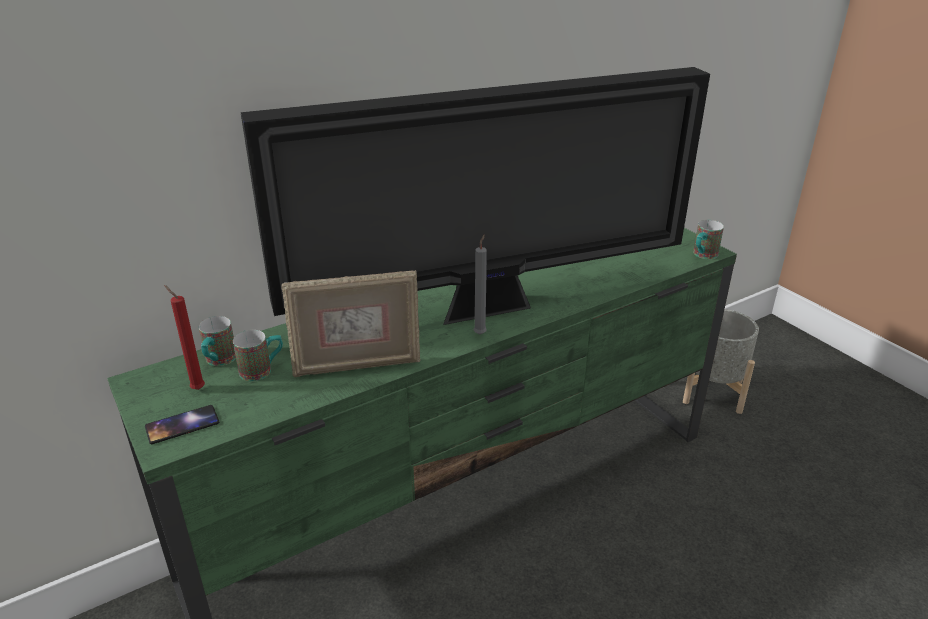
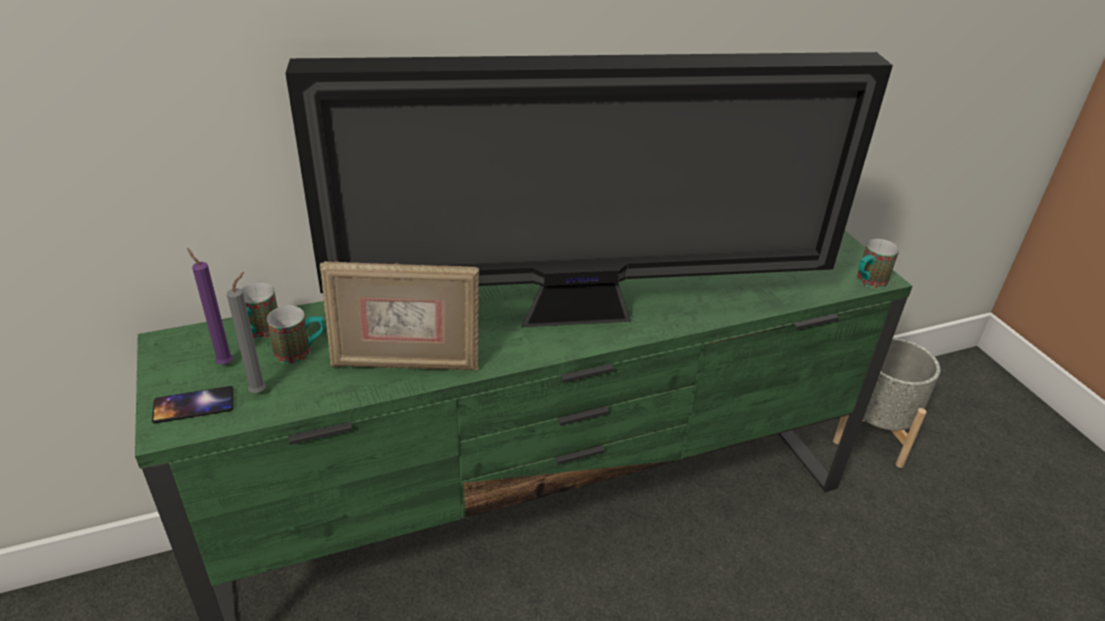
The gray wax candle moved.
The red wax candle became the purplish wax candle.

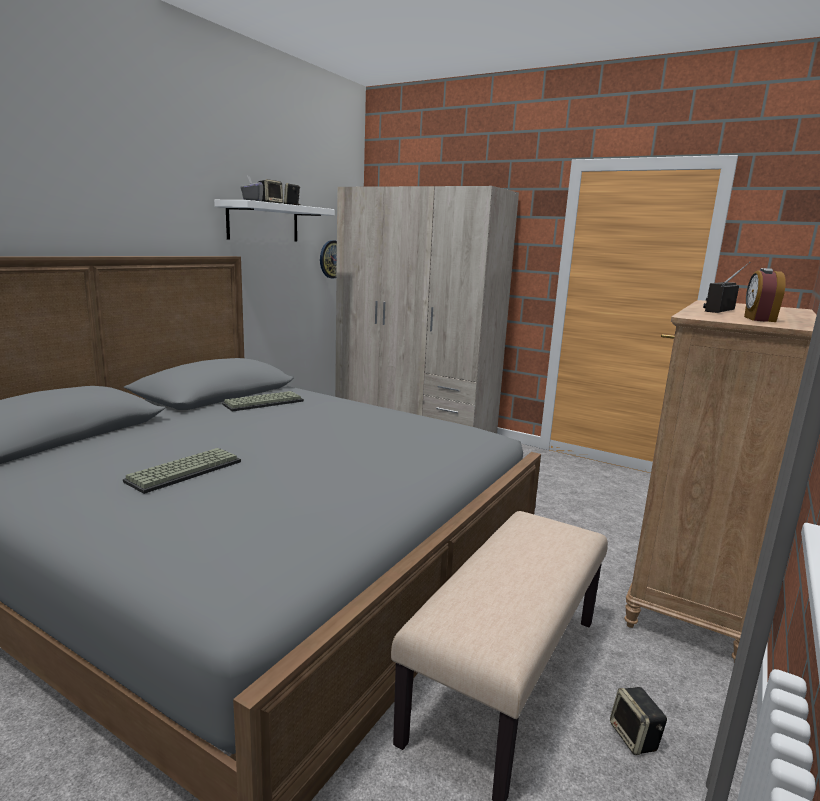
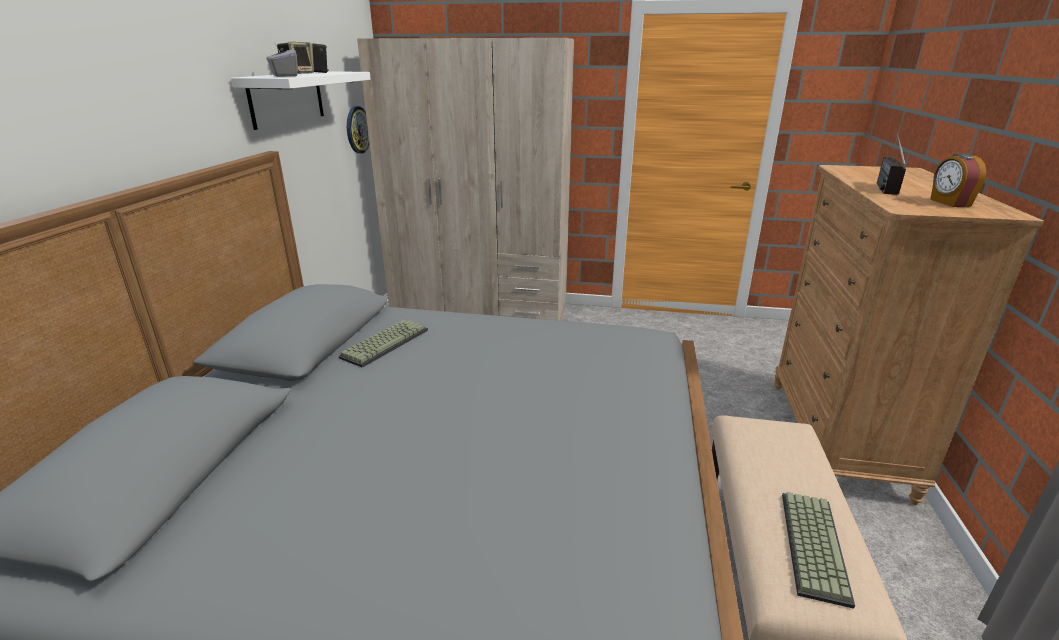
The audio speaker (3rd from left) disappeared.
The PC keyboard (1st from left in the first image) moved.

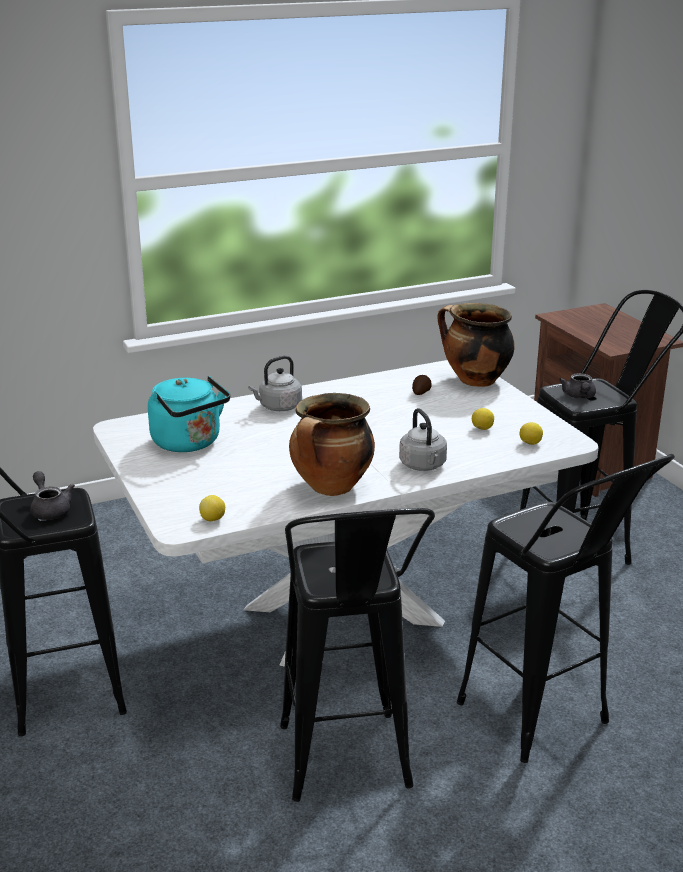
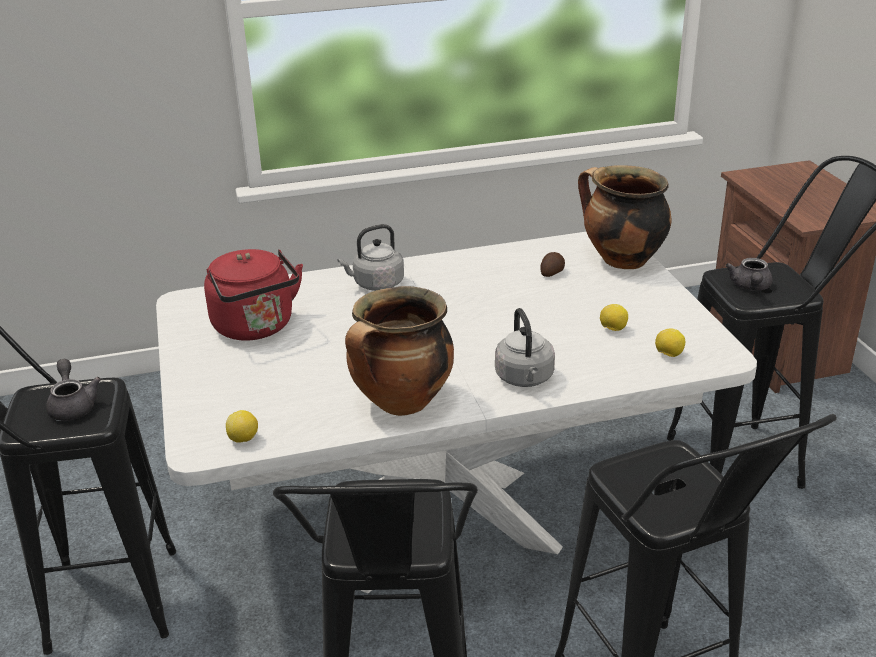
The turquoise kettle became the red kettle.

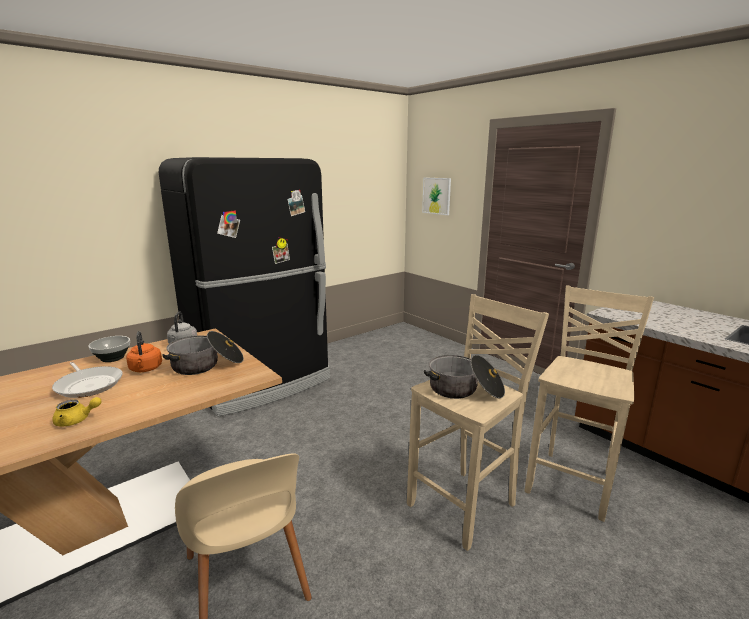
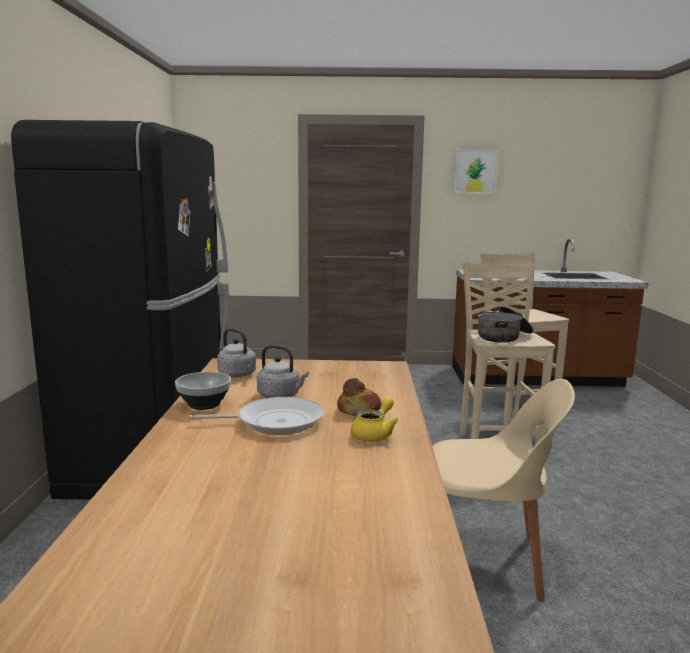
The saucepot (1st from left) disappeared.
The bread appeared.
The wall art moved.
The orange-coloured kettle became the gray kettle (2nd from left).

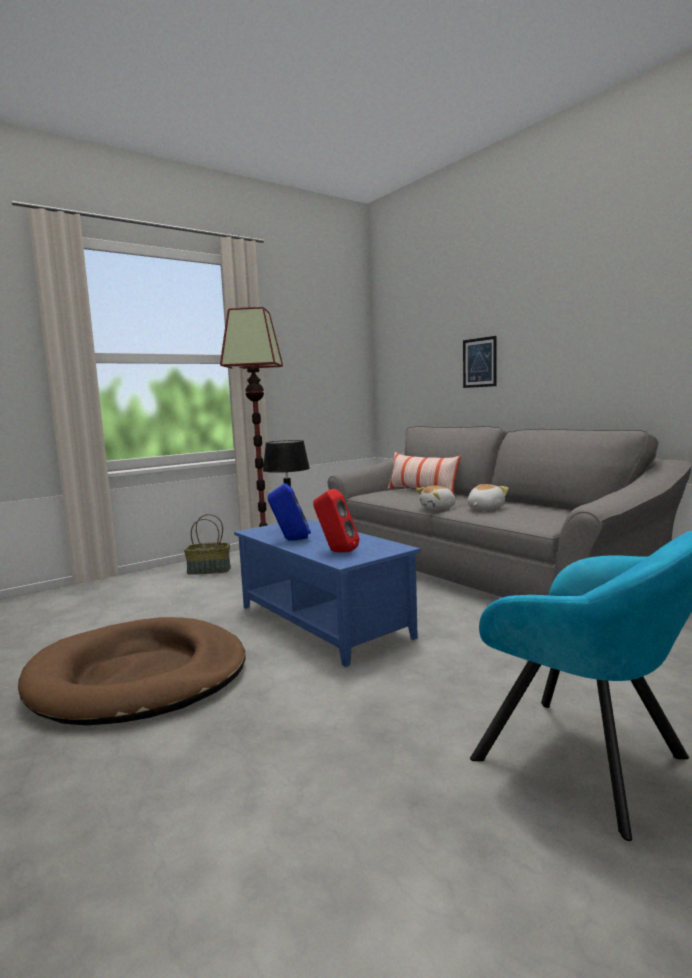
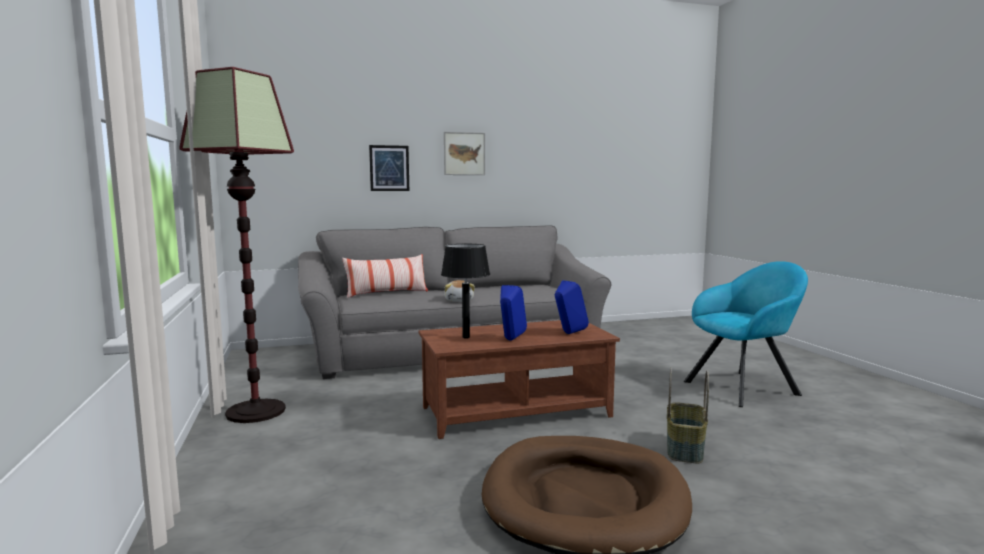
The soft toy (2nd from left) disappeared.
The wall art (2nd from left) appeared.
The basket moved.
The blue coffee table became the brown coffee table.
The red audio speaker became the blue audio speaker (2nd from left).

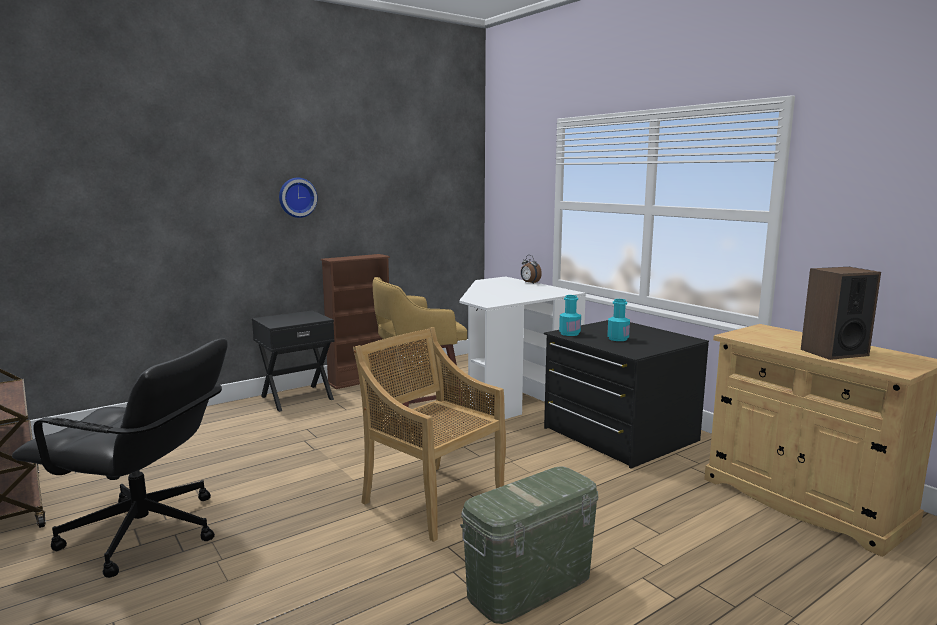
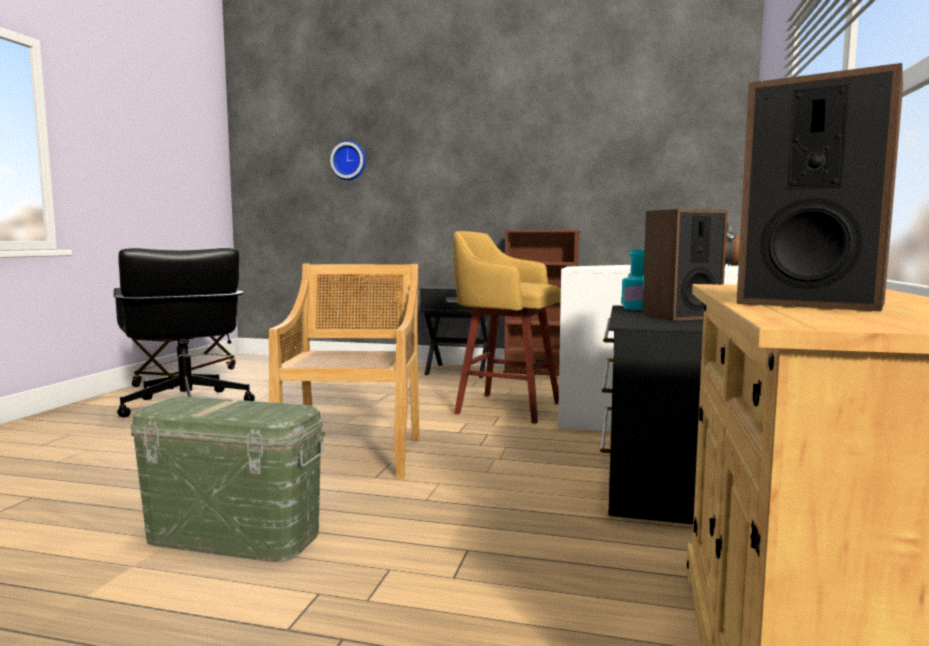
The hanging clock moved.
The turquoise beverage bottle (2nd from left) was replaced by the audio speaker (1st from left).

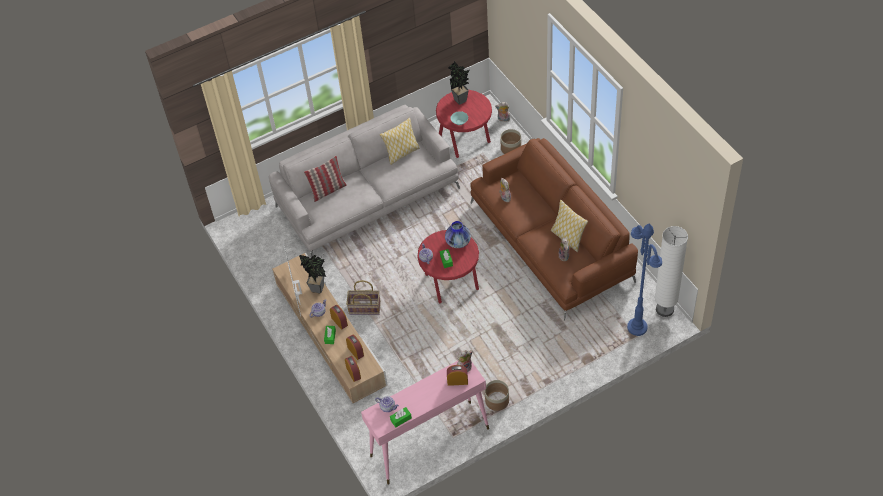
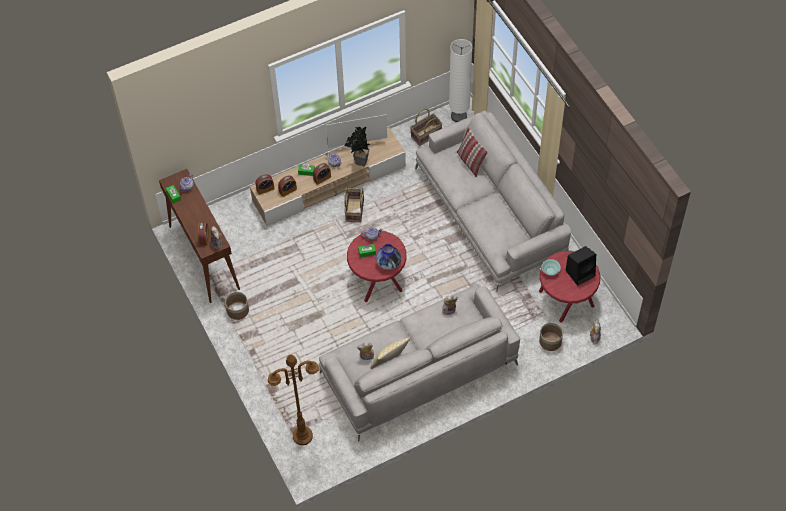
The cushion (2nd from left) disappeared.
The basket (2nd from left) appeared.
The white standing lamp moved.
The potted plant (2nd from left) was replaced by the black-coloured audio speaker.
The pink-coloured console table became the brown console table.
The brown sofa became the gray sofa (1st from left).
The blue standing lamp became the brown standing lamp.

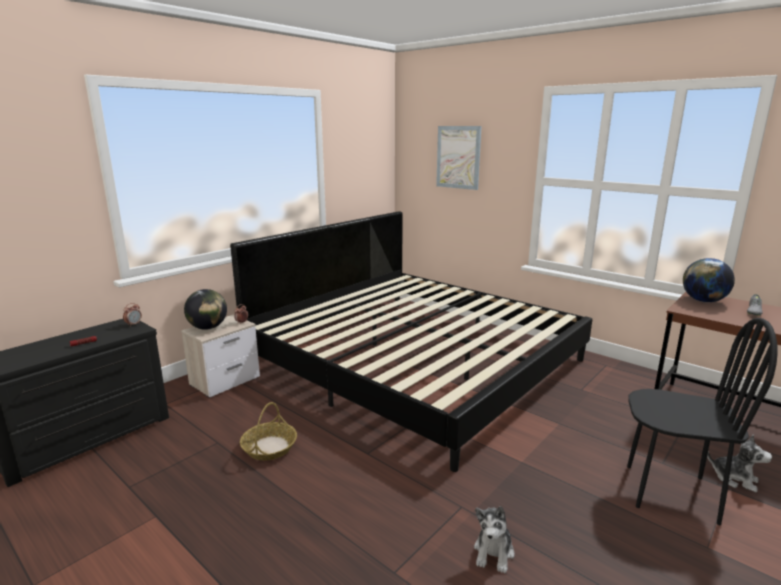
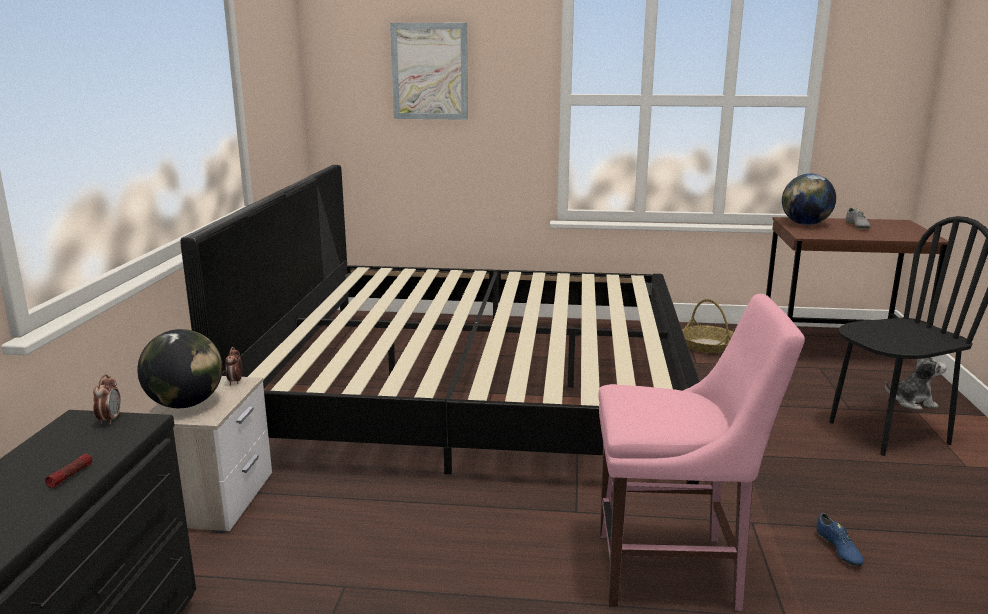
The pink-coloured upright chair appeared.
The basket moved.
The soft toy (1st from left) was replaced by the blue low shoe.

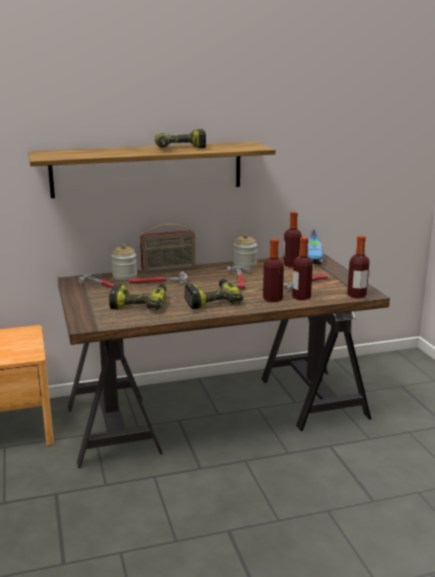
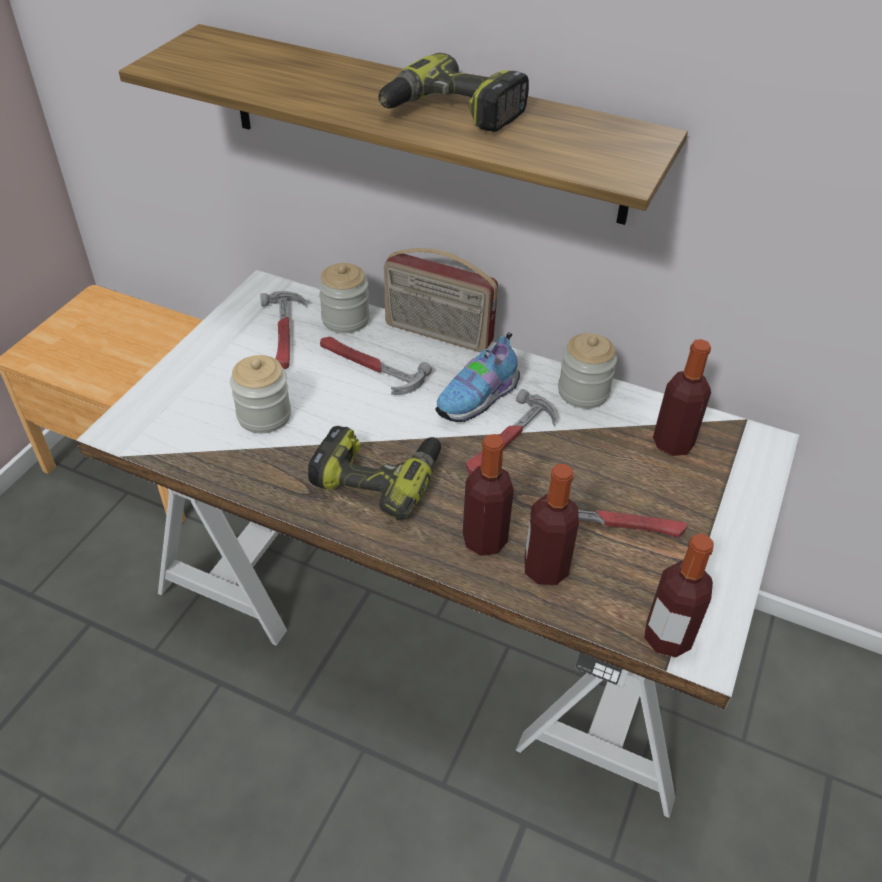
The low shoe moved.
The electric drill (1st from left) was replaced by the storage jar (1st from left).
The brown desk became the white desk.

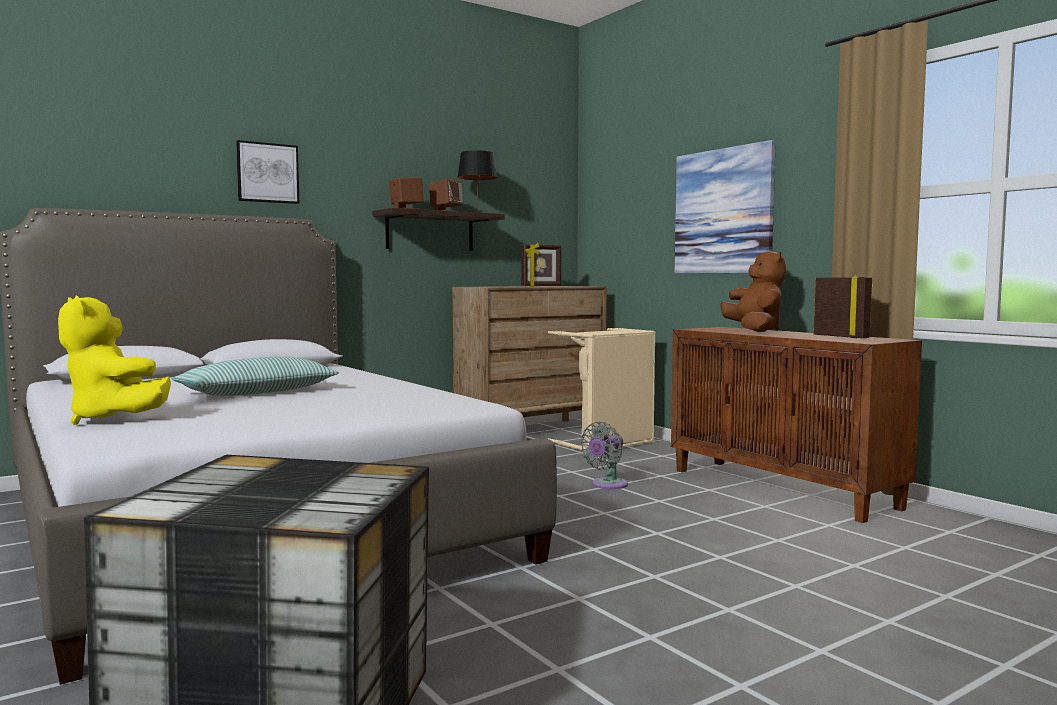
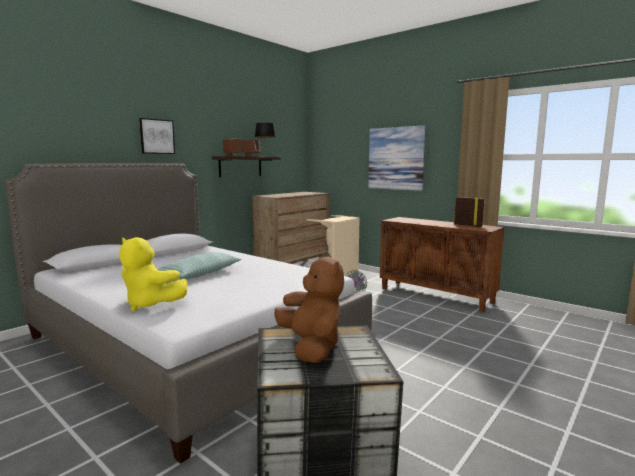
The photo frame (1st from left) disappeared.
The brown soft toy moved.

